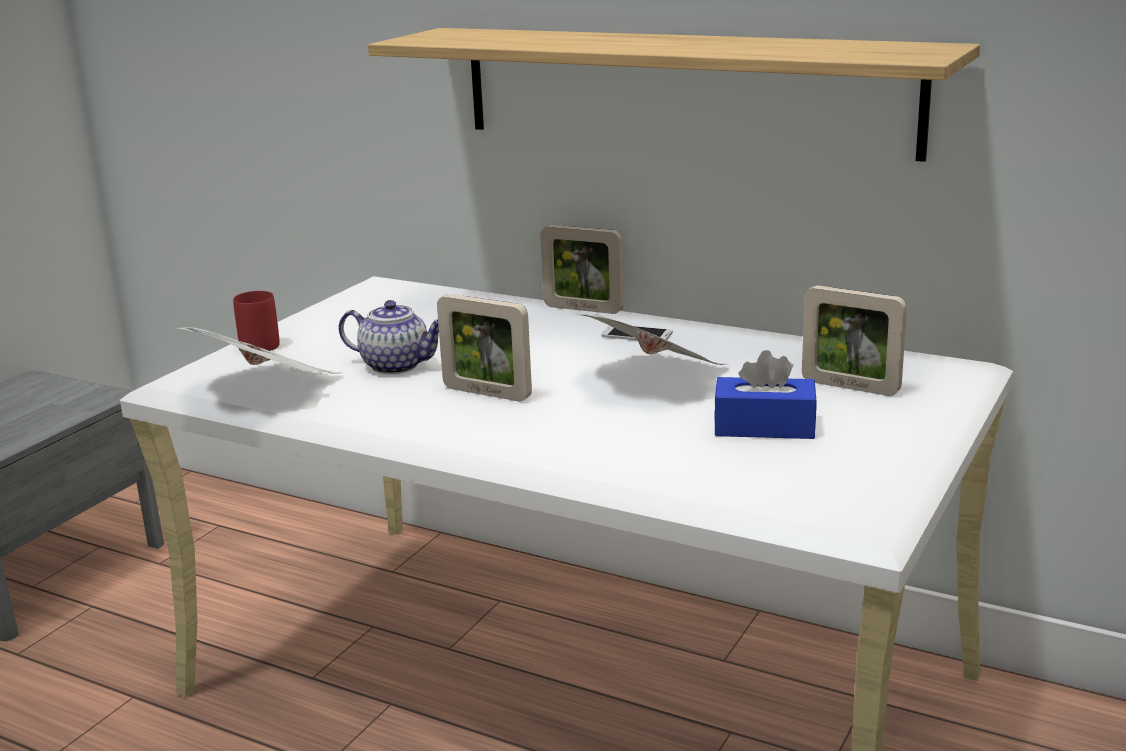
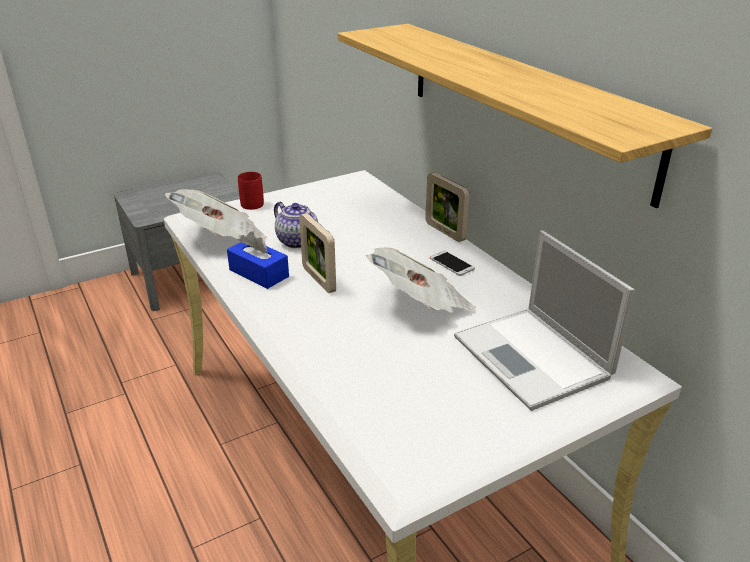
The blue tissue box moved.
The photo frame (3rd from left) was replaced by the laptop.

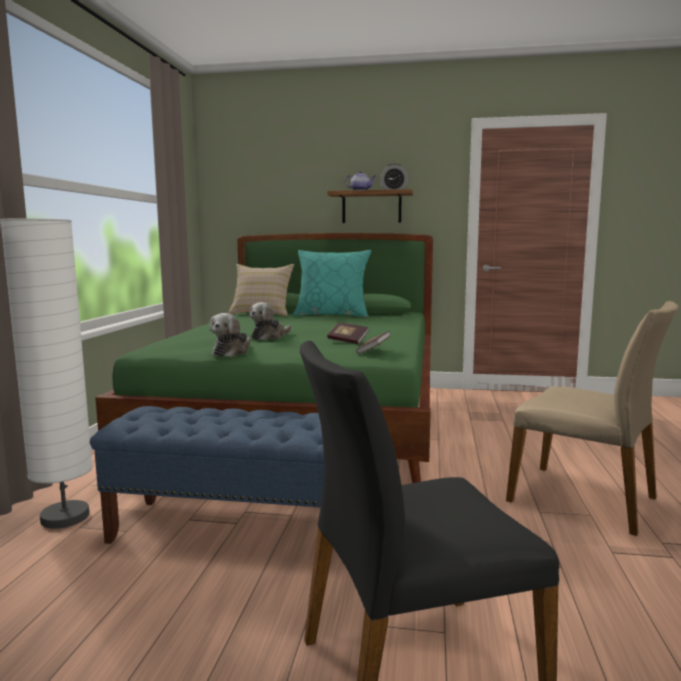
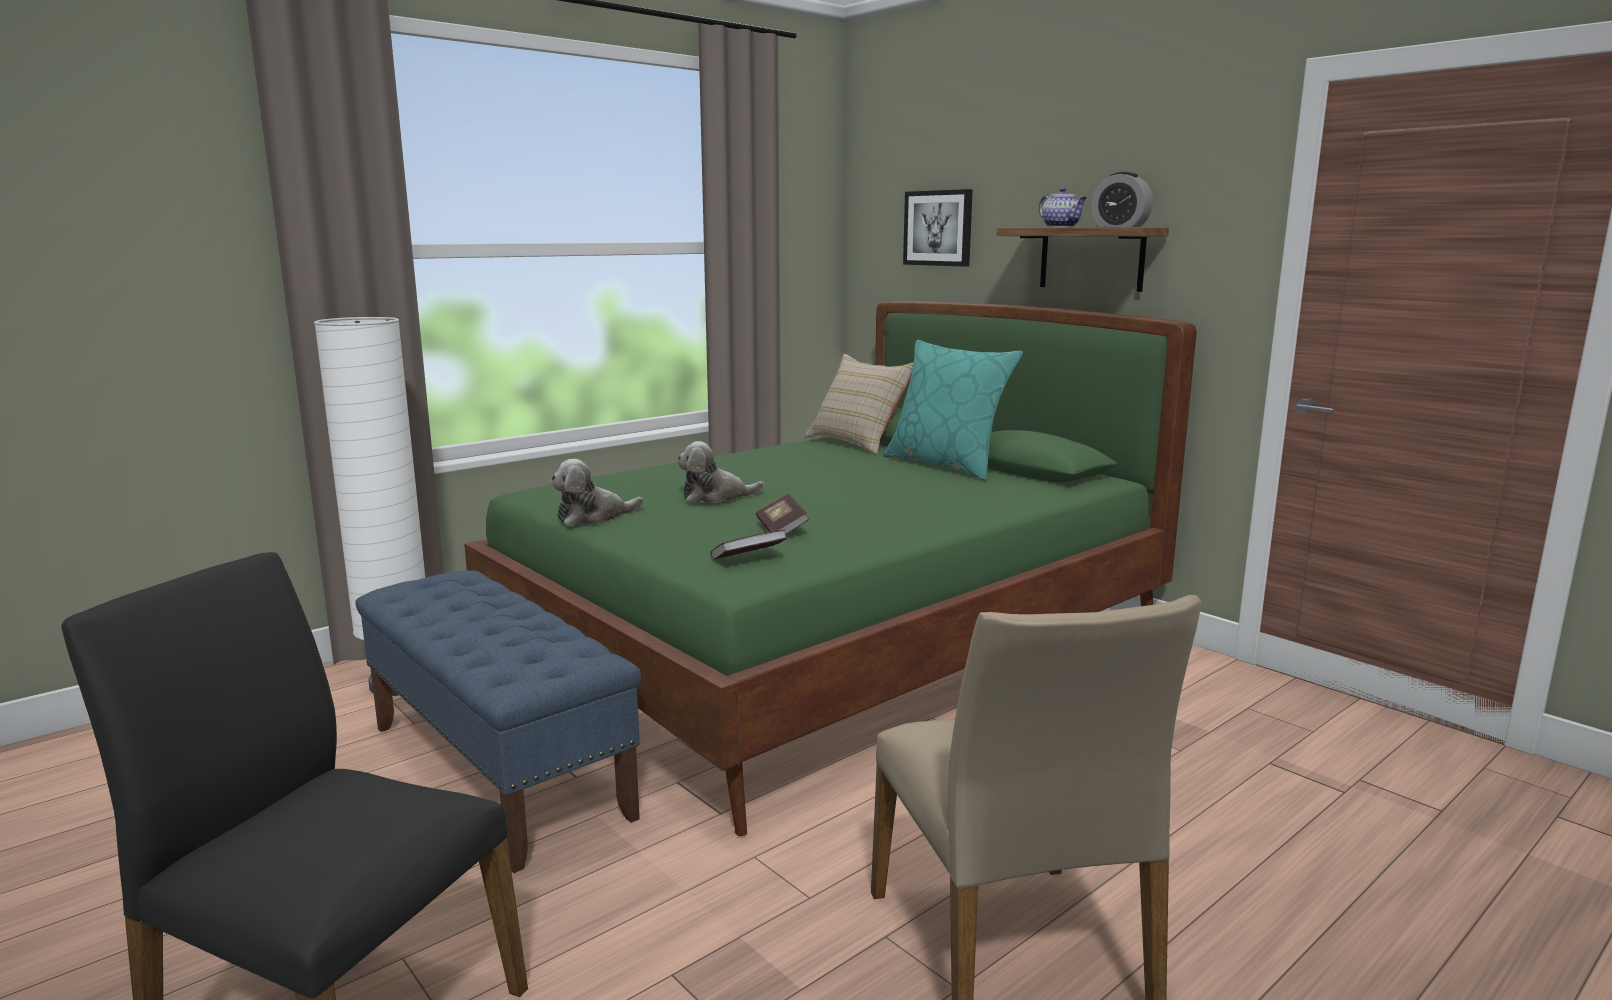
The wall art appeared.

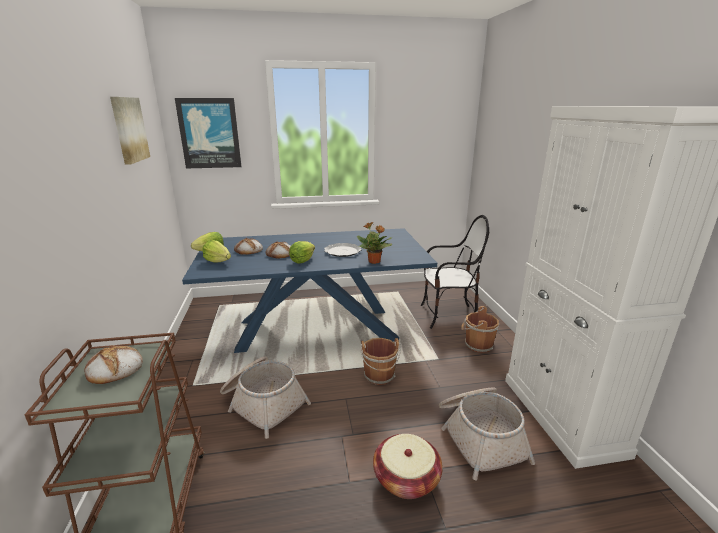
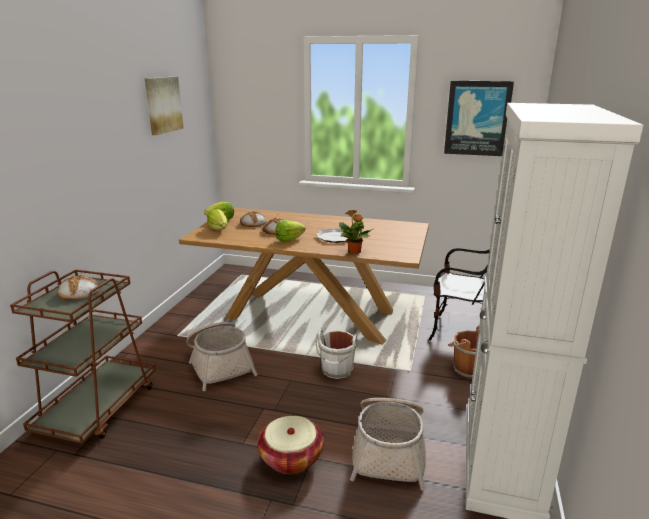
The wall art (2nd from left) moved.
The blue dining table became the brown dining table.
The brown pail (1st from left) became the white pail.

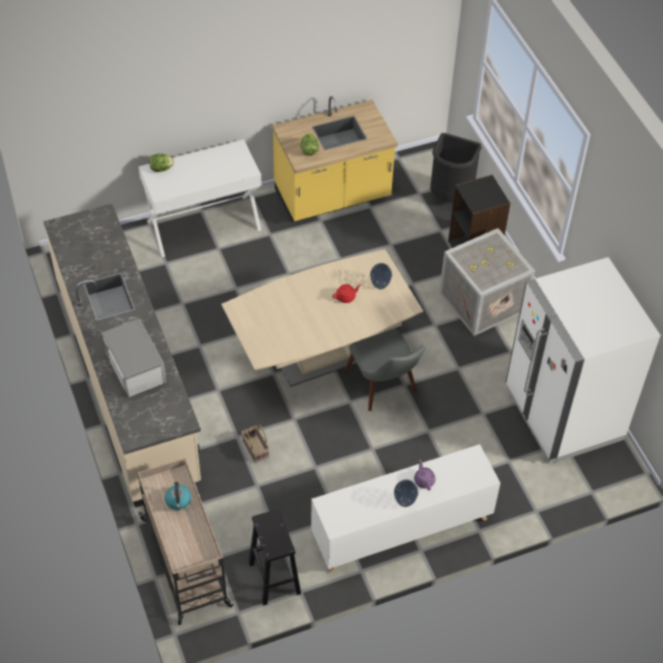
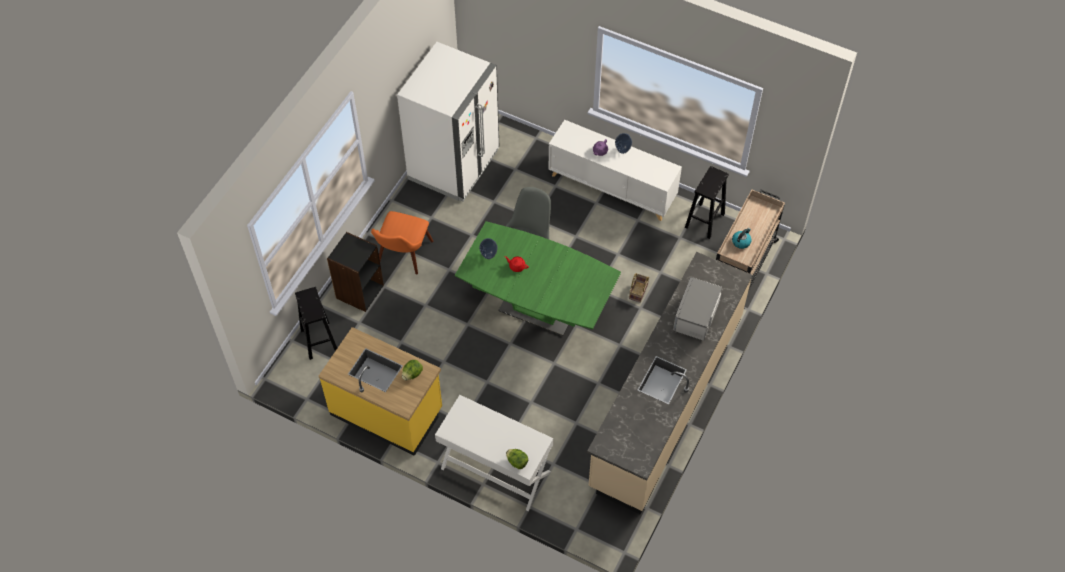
The black-coloured trash can was replaced by the black-coloured sitting stool (1st from left).
The packing crate was replaced by the orange-coloured upright chair.
The sand-coloured dining table became the green dining table.

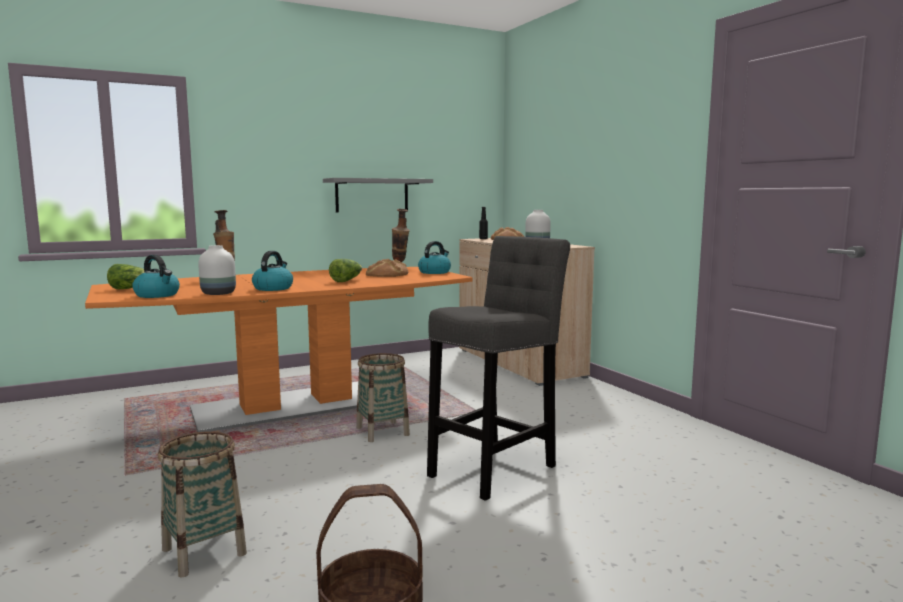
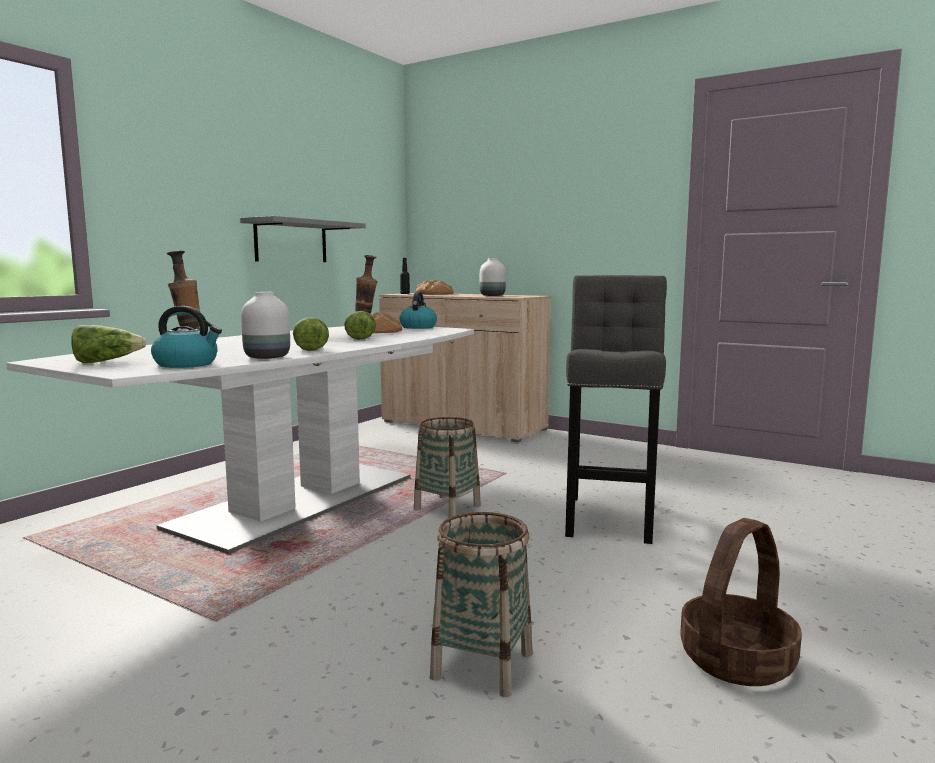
The kettle (2nd from left) was replaced by the lettuce (2nd from left).
The orange-coloured dining table became the white dining table.

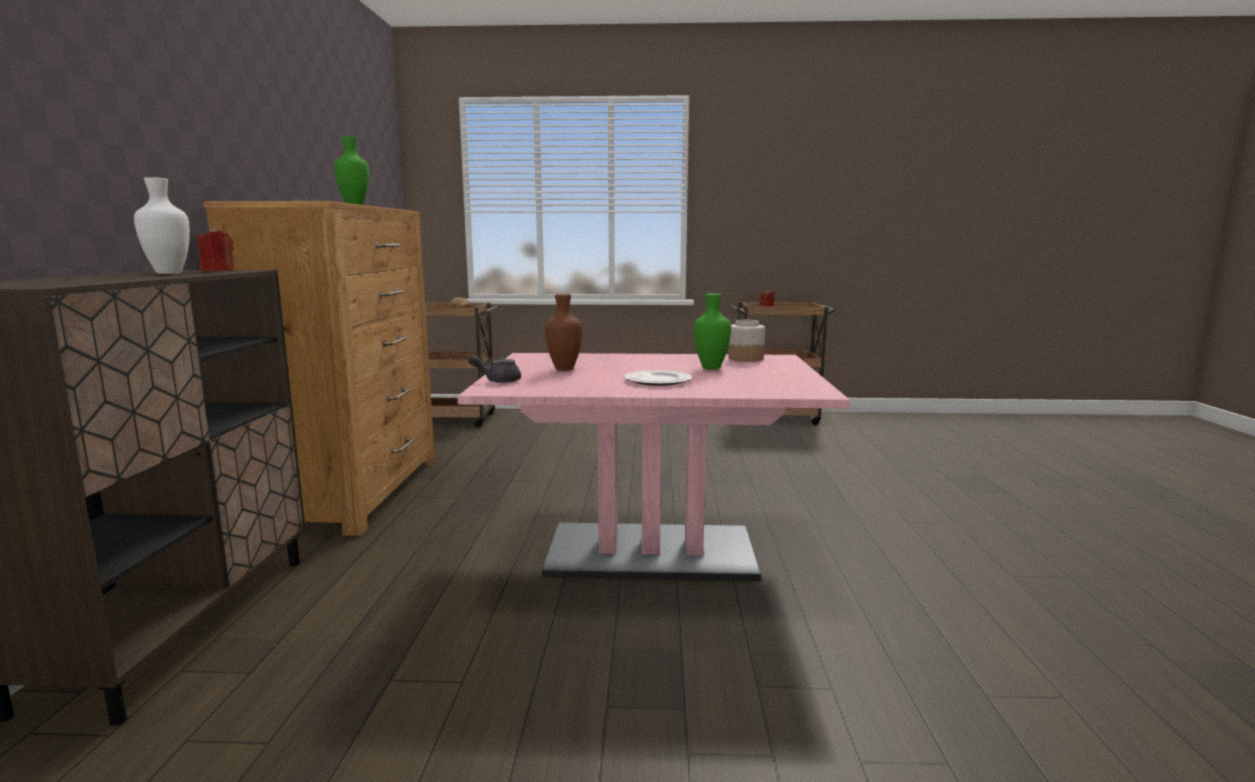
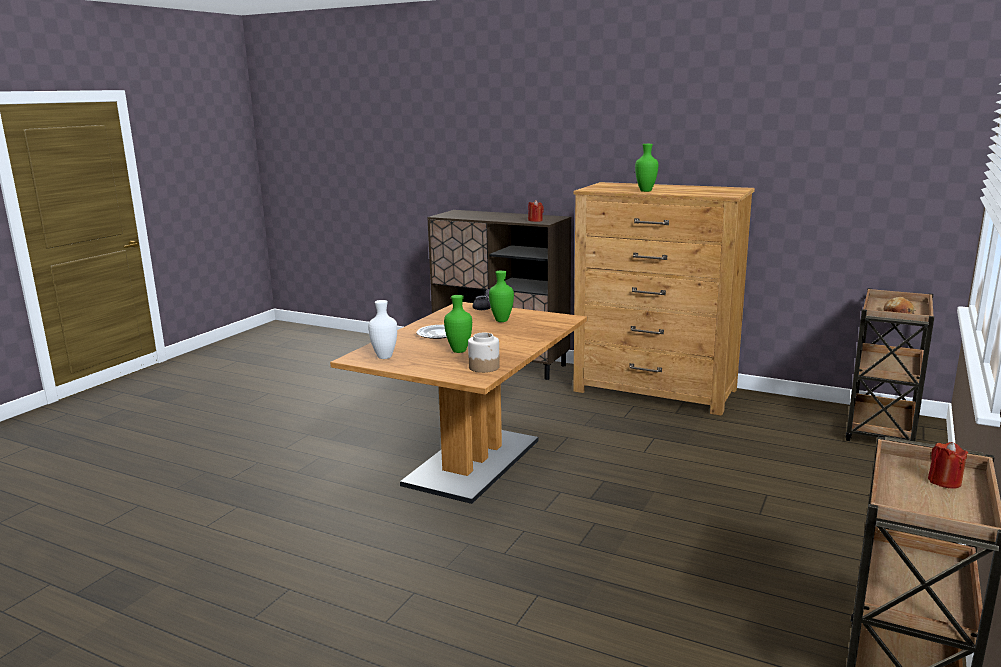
The white flower vase moved.
The pink-coloured dining table became the brown dining table.
The brown flower vase became the green flower vase (2nd from left).

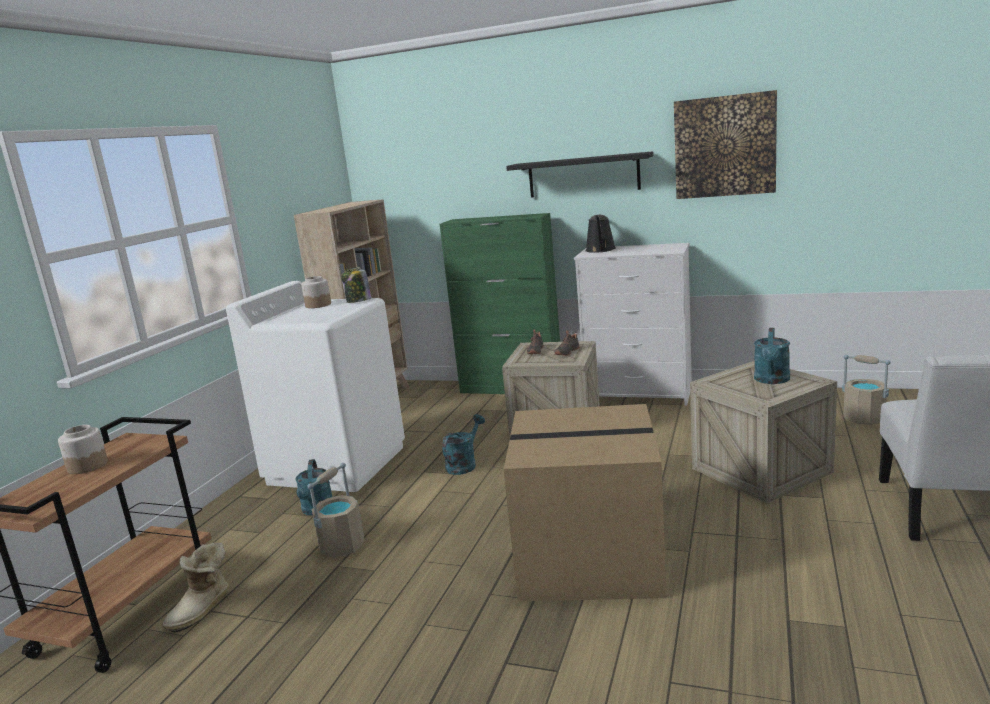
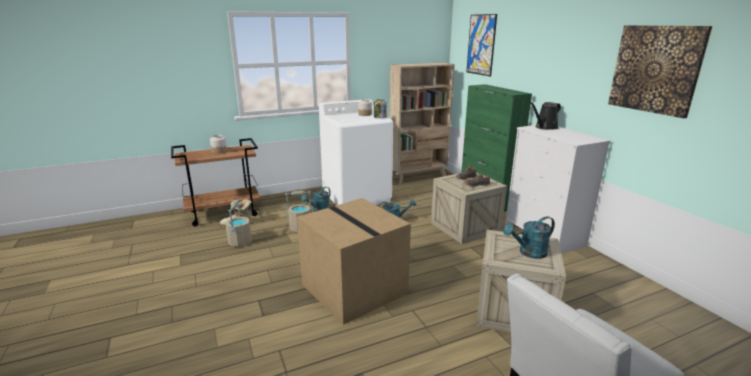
The black-coloured bracket shelf disappeared.
The wall art (1st from left) appeared.
The sand-coloured pail (2nd from left in the first image) moved.

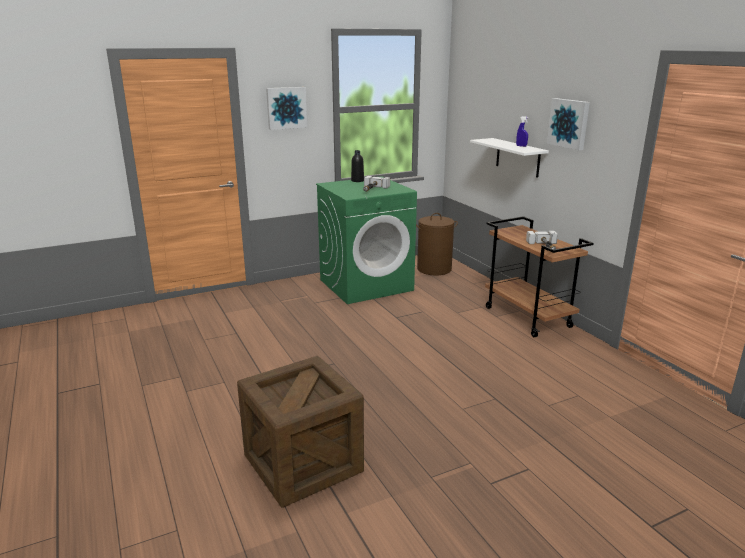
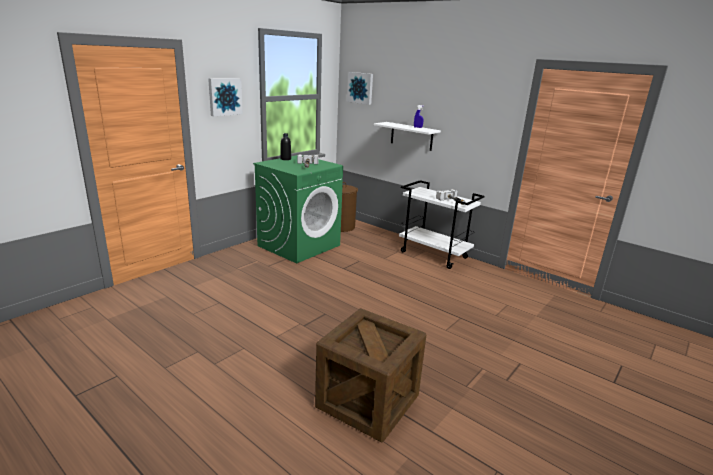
The wall art (2nd from left) moved.
The brown trolley became the white trolley.

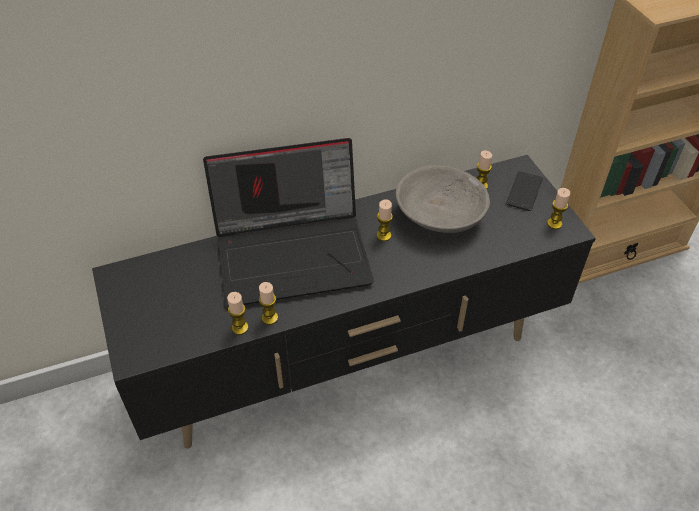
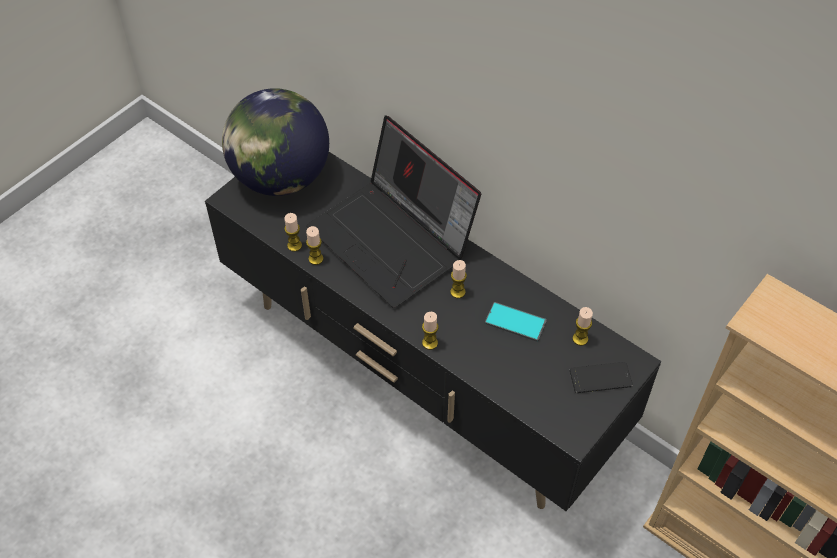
The world globe appeared.
The wax candle (5th from left in the first image) moved.
The gray deep dish was replaced by the phone (1st from left).

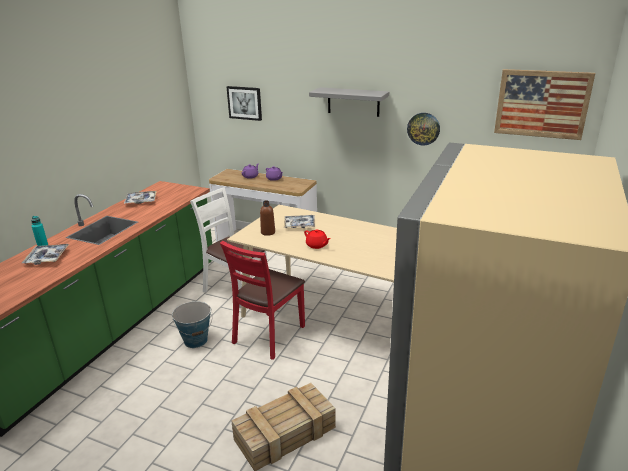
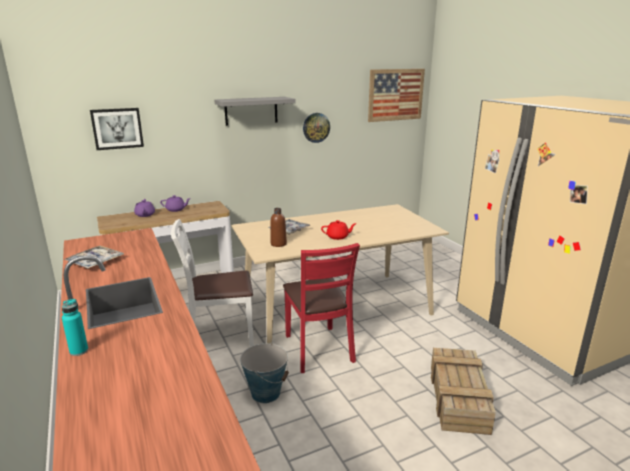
The tray (1st from left) disappeared.

